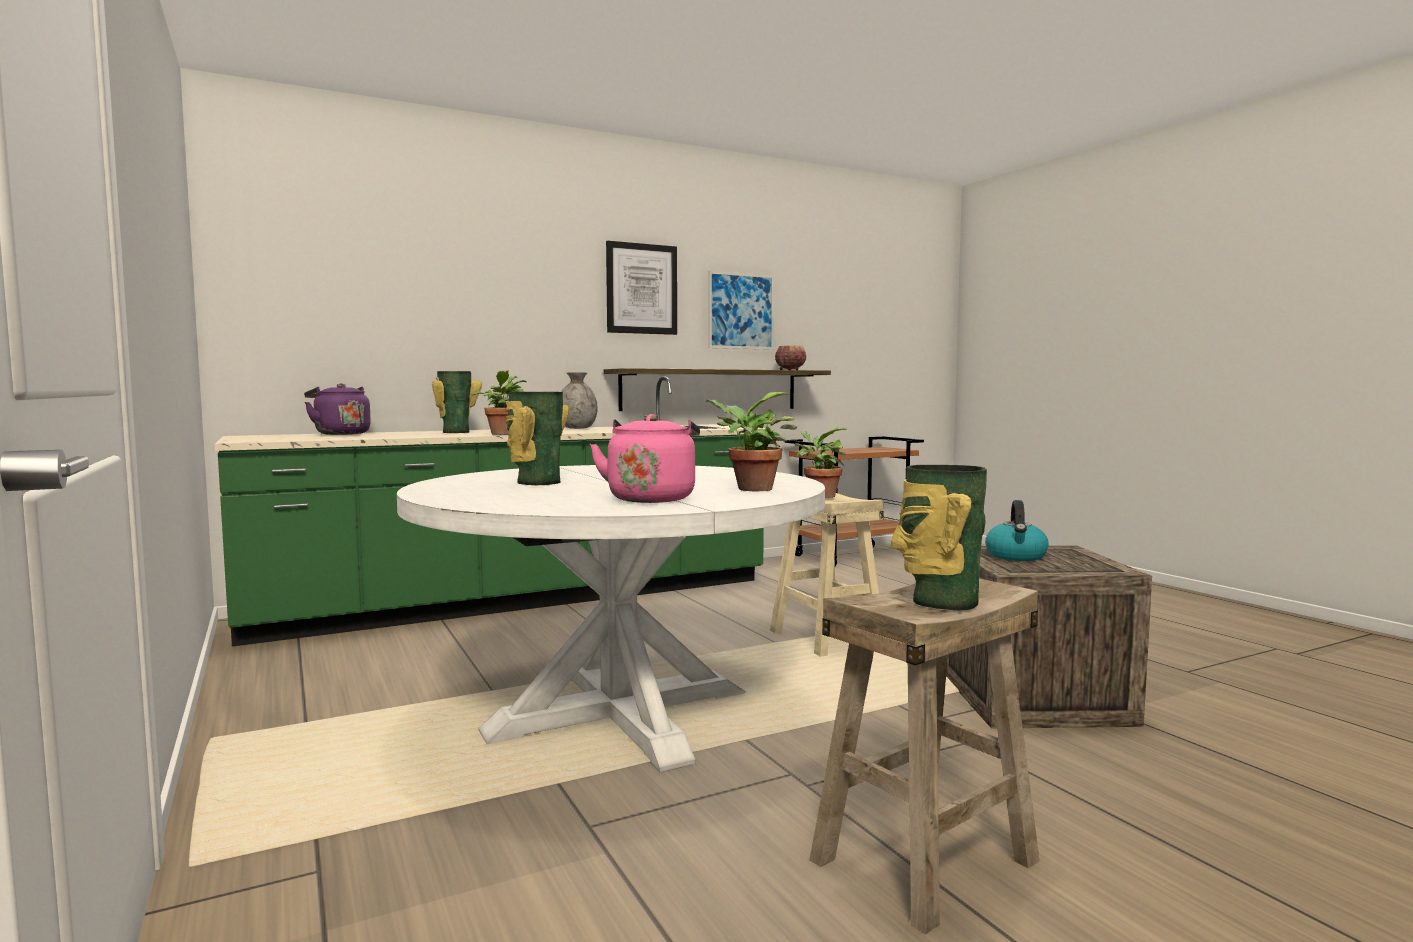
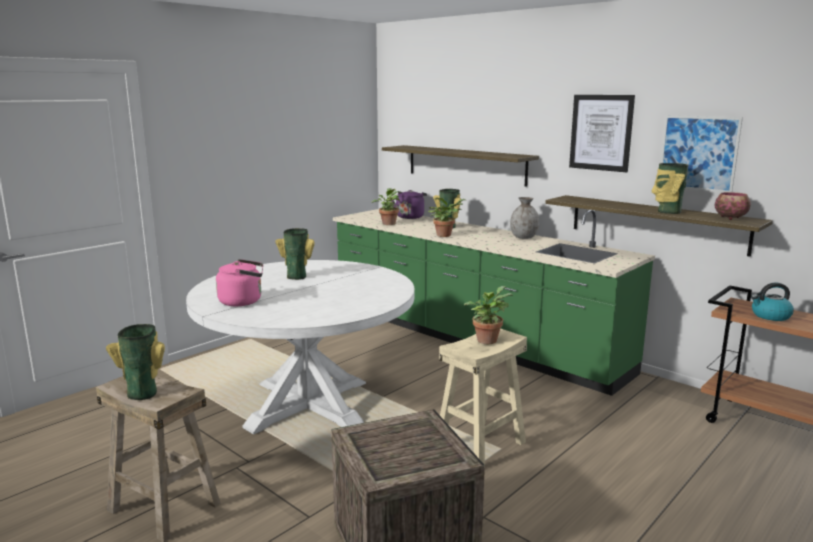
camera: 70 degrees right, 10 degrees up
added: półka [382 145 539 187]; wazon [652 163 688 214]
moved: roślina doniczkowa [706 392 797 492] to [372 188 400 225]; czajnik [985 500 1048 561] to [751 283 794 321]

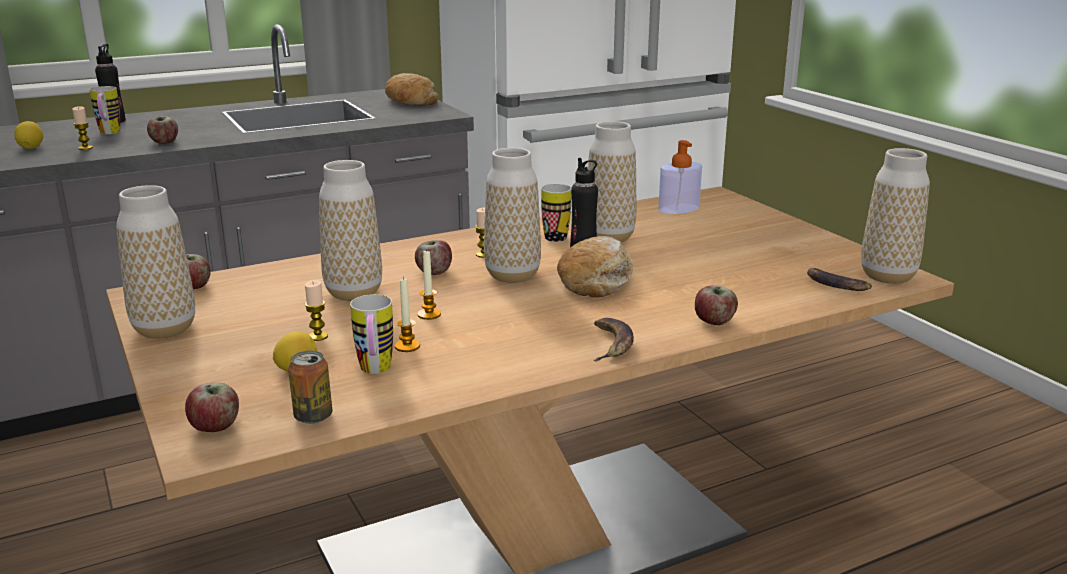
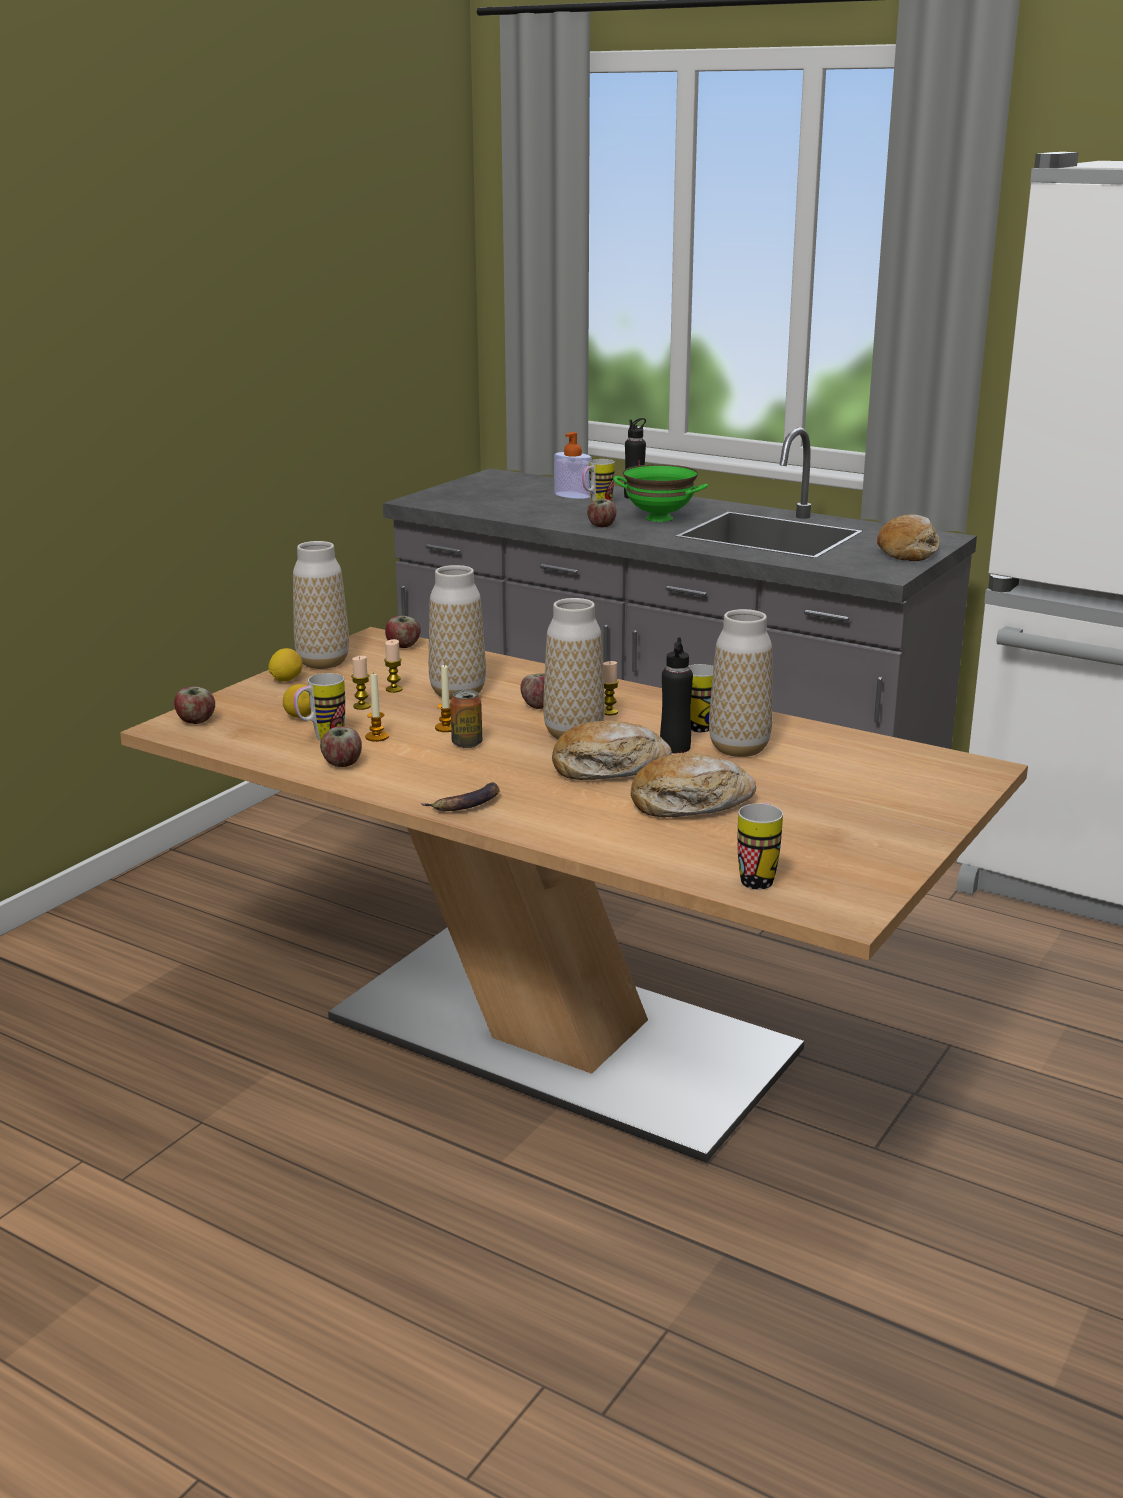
camera: 60 degrees right, 0 degrees up
removed: wazon [861 148 930 284]
added: miska [zielony] [613 464 708 522]; chleb [631 753 756 817]
moved: cytryna [14 121 43 149] to [268 648 303 682]; świeca [72 106 93 150] to [384 639 403 693]; puszka [288 351 332 424] to [450 689 482 748]; dozownik mydła [658 140 702 214] to [554 432 592 499]; jabłko [695 285 738 325] to [320 726 362 767]
replaced: banan [807 268 872 291] to kubek [737 803 783 889]

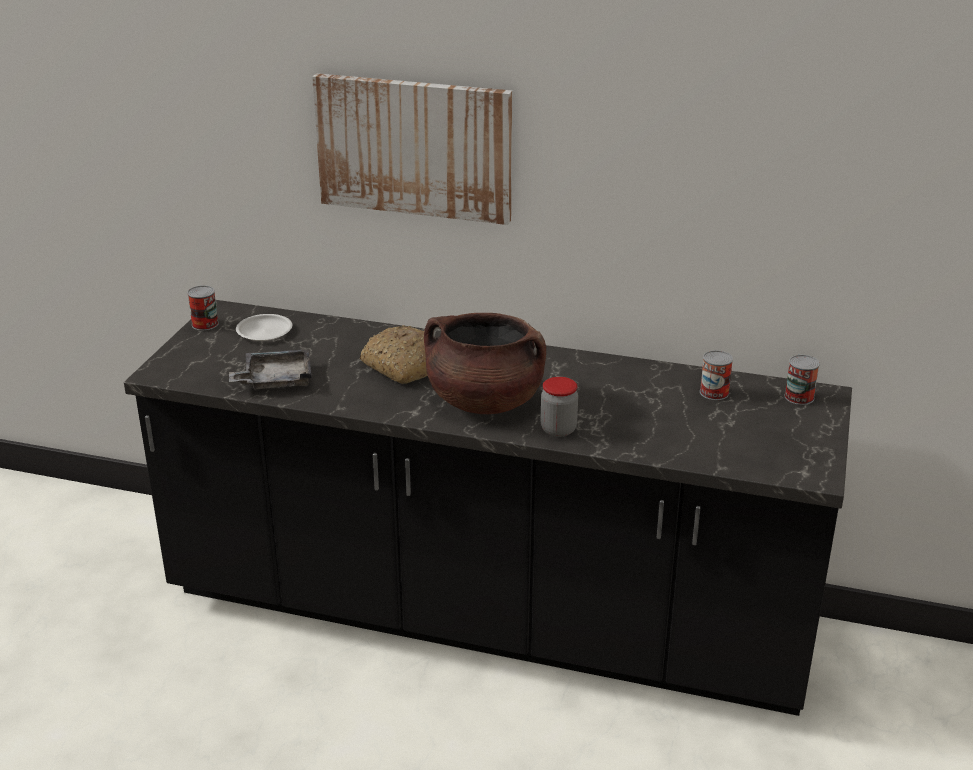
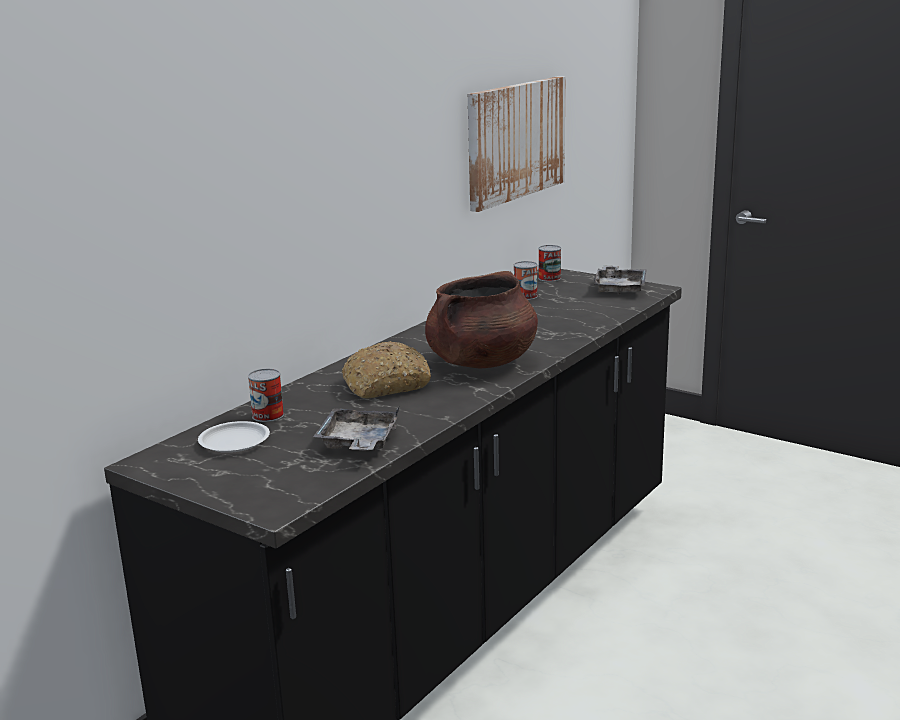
camera: 70 degrees left, 10 degrees down
removed: słoik [541 377 578 437]
added: taca [szary] [594 265 647 294]
moved: puszka [187 285 219 330] to [248 368 284 422]; obraz [312 73 512 225] to [468 76 565 212]

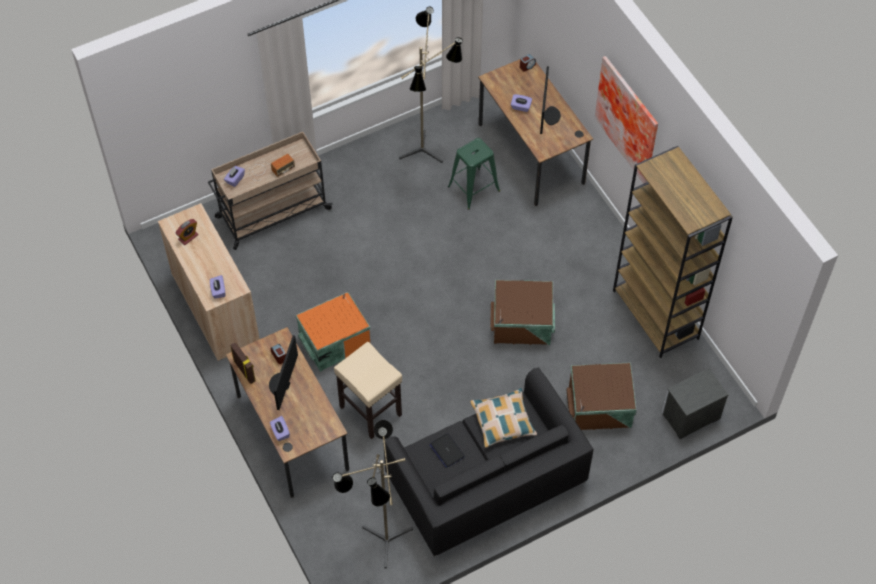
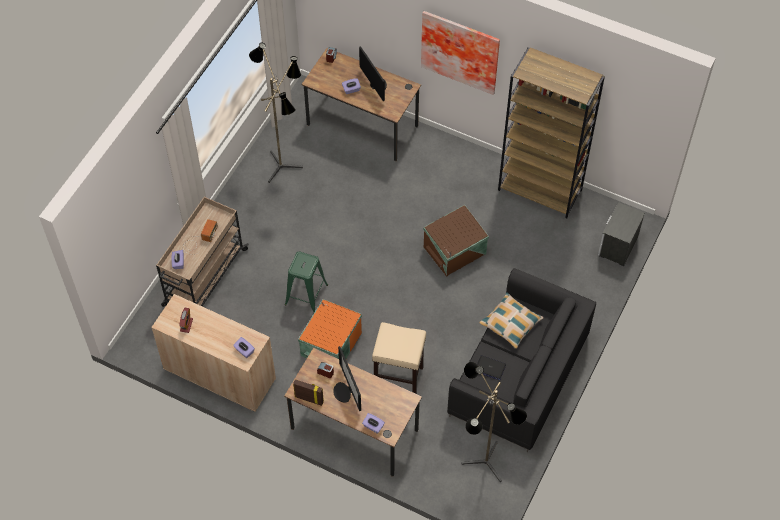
camera: 35 degrees left, 0 degrees up
removed: pojemnik do przechowywania [brązowy] [567 362 637 430]
moved: stołek [zielony] [448 138 500 210] to [285 251 328 313]

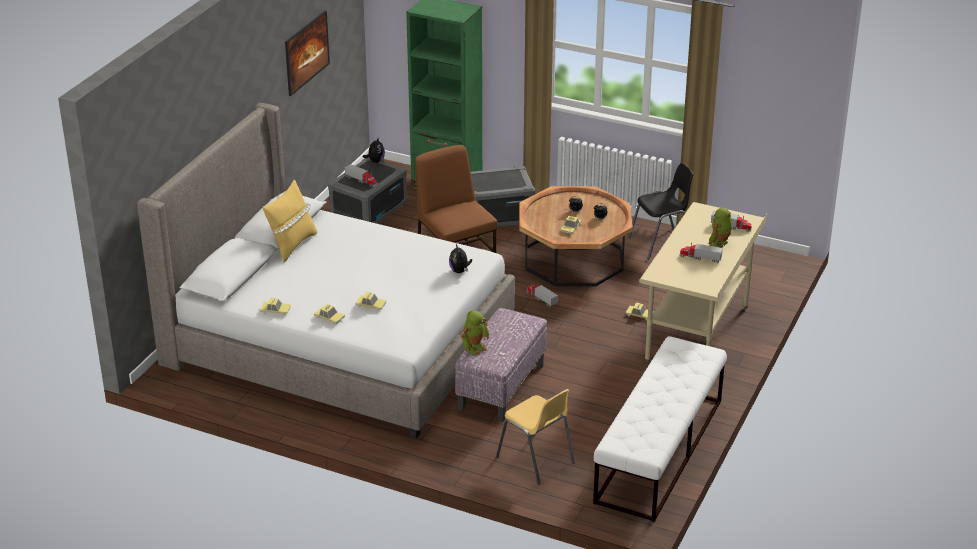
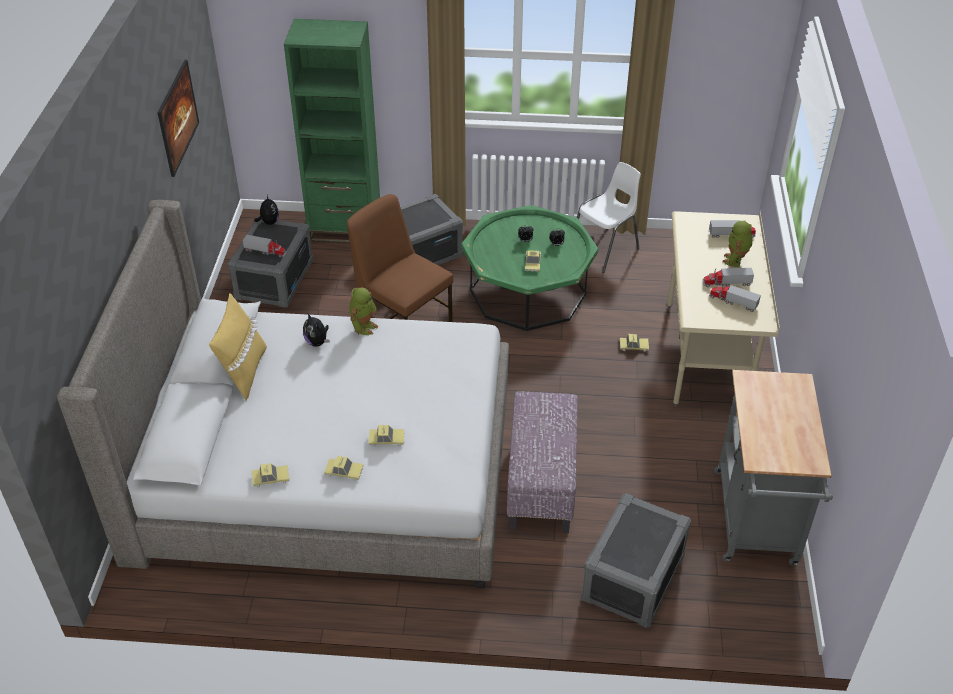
camera: 20 degrees left, 10 degrees up
moved: pluszak [449 244 472 273] to [303 313 330 347]; robot zabawkowy [461 311 489 355] to [349 288 378 335]; ciężarówka zabawkowa [526 283 558 307] to [709 283 761 312]
replaced: krzesło [żółty] [496 389 575 485] to pojemnik do przechowywania [szary] [581 493 691 628]; ławka [biały] [593 336 727 522] to wózek [szary] [714 370 833 566]
recoloured: ława [brązowy] [519 186 633 286] to ława [zielony] [461 205 598 331]; krzesło [czarny] [629 163 694 259] to krzesło [biały] [577 162 641 273]

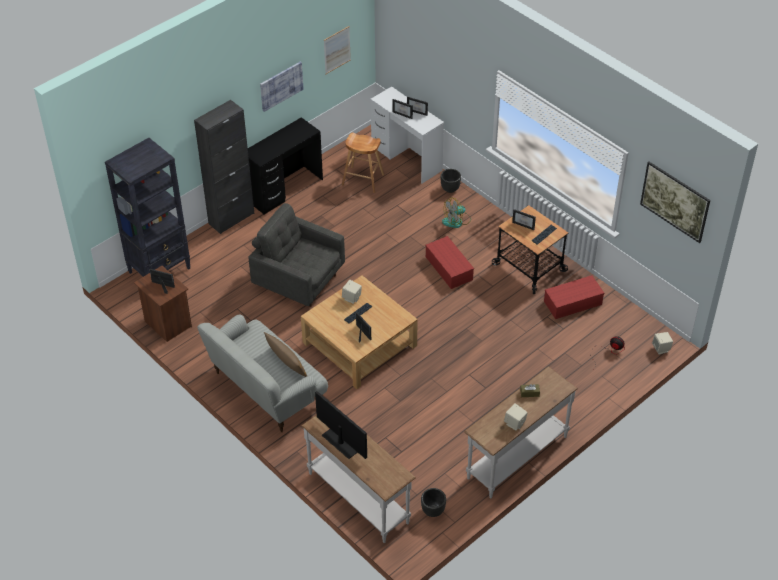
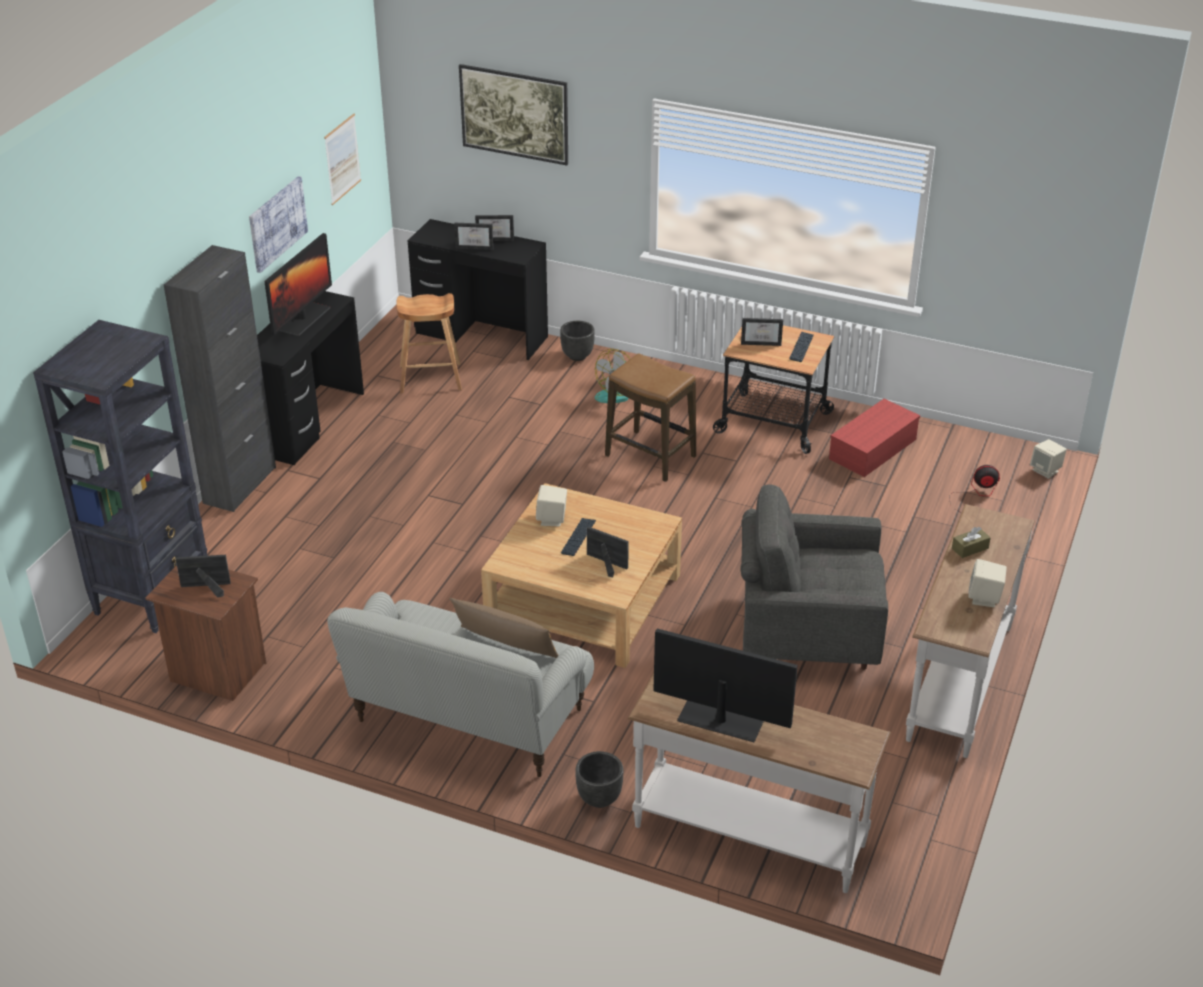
camera: 25 degrees left, 10 degrees down
added: monitor [264 233 332 336]
moved: fotel [szary] [248 203 345 307] to [740 484 888 670]; donica [czarny] [421 488 446 517] to [575 751 623 808]; obraz [640 162 710 243] to [459 64 568 165]
replaced: pojemnik do przechowywania [czerwony] [425 236 474 289] to stołek [605 353 696 482]
recoloured: biurko [biały] [371 87 444 184] to biurko [czarny] [408 219 548 360]

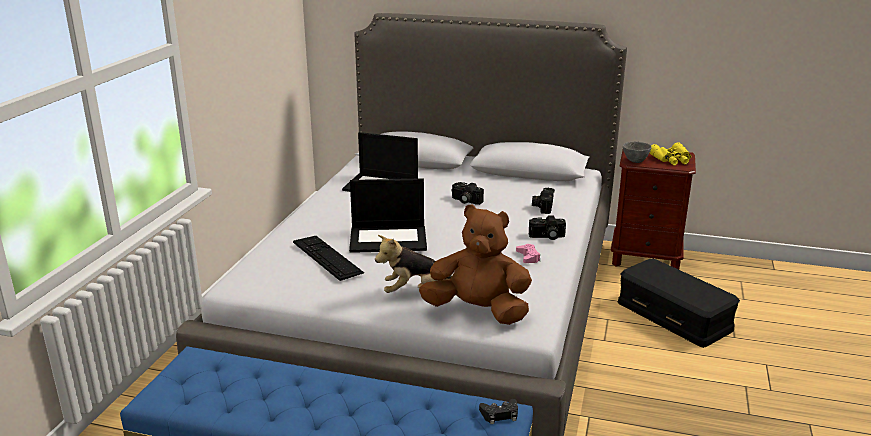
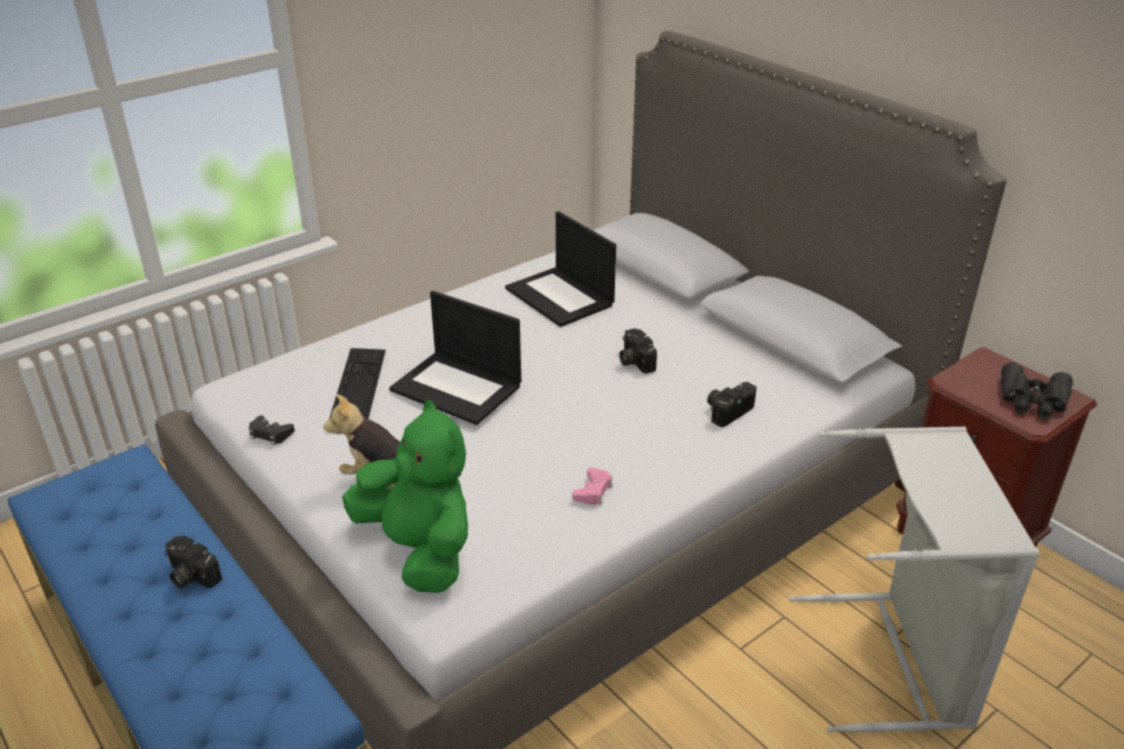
camera: 35 degrees right, 10 degrees up
removed: miska [szary] [623 141 652 163]
moved: pad do gier [czarny] [479 399 518 424] to [249 415 295 446]; aparat fotograficzny [529 215 566 240] to [164 536 222 589]
replaced: pojemnik do przechowywania [czarny] [617 258 740 348] to kosz na pranie [szary] [789 427 1040 733]
recoloured: pluszak [brązowy] [419 204 532 325] to pluszak [zielony] [342 400 468 593]; lornetka [żółty] [650 142 691 165] to lornetka [czarny] [1001 362 1073 419]

